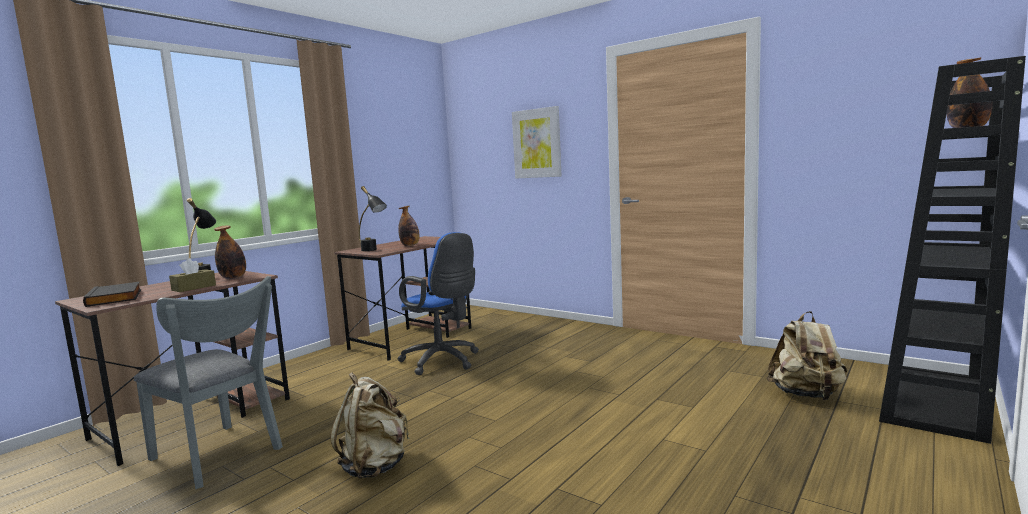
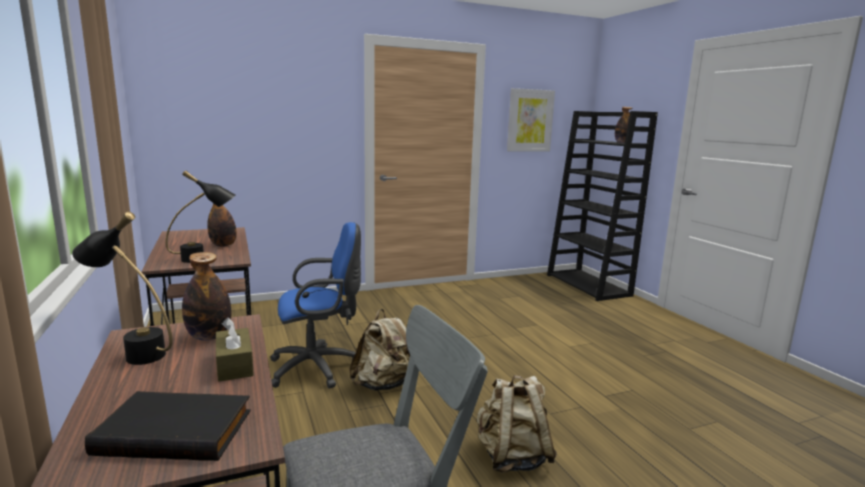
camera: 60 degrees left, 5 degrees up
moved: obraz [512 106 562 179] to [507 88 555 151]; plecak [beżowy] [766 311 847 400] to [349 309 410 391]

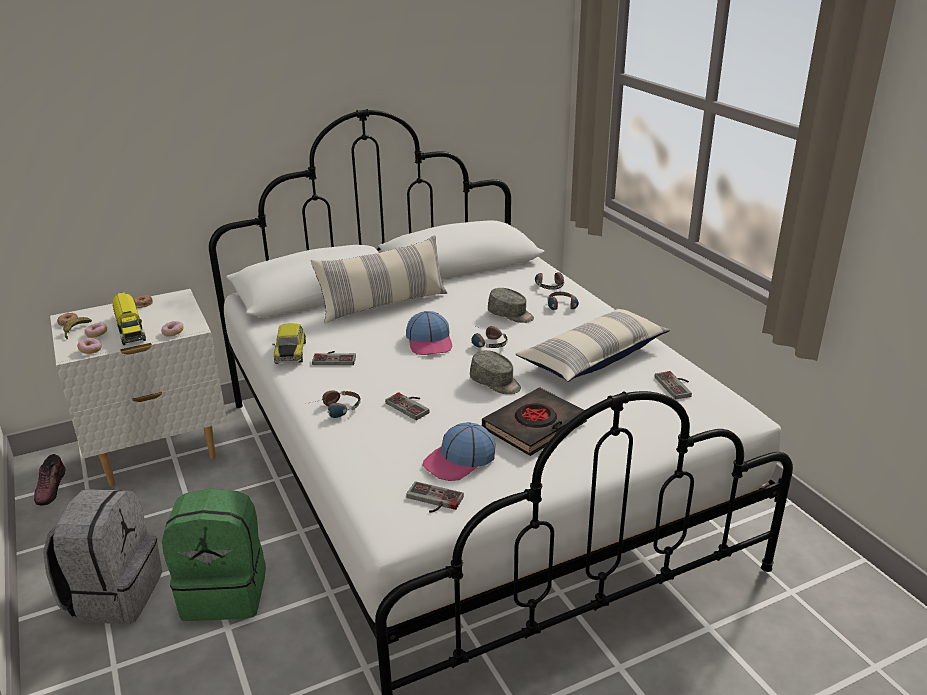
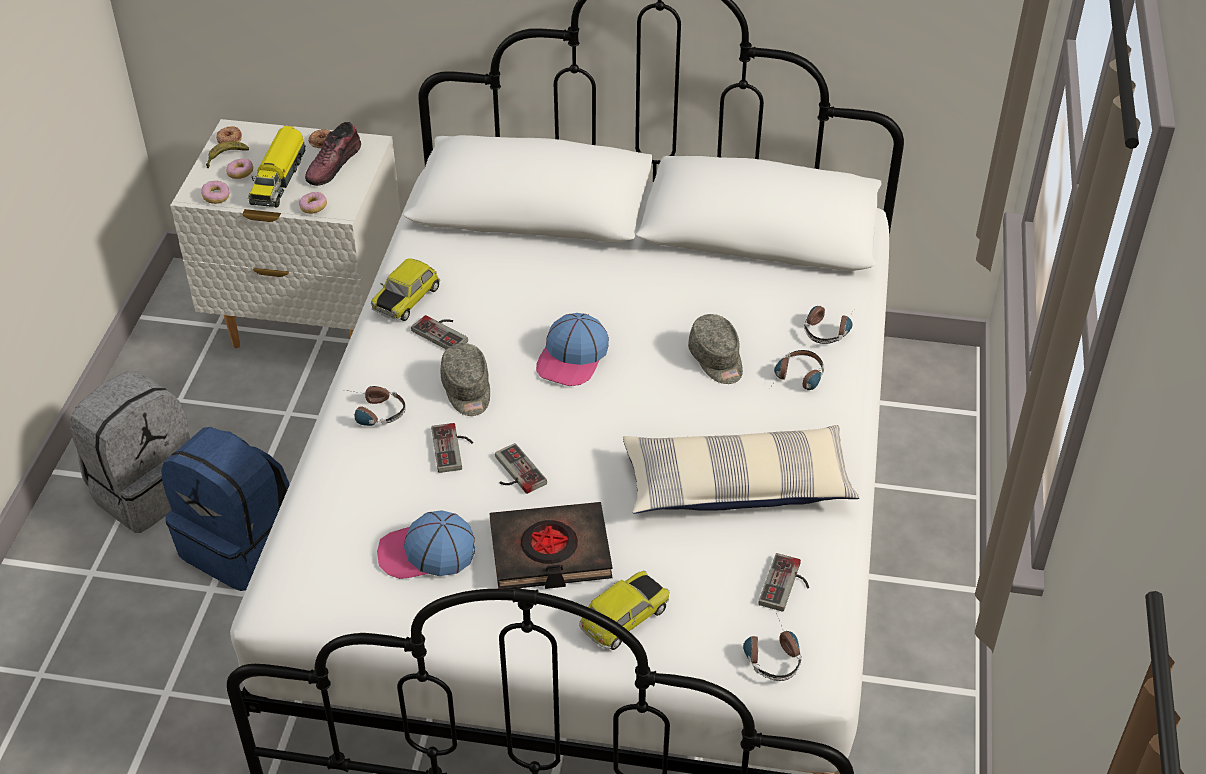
camera: 35 degrees right, 15 degrees up
removed: poduszka [311 235 447 324]
added: samochodzik [579 571 670 650]
moved: but [34 454 66 505] to [305 122 361 186]; pad do gier [406 481 464 513] to [495 443 547 494]; czapka z daszkiem [szary] [470 350 521 394] to [440 343 490 416]; słuchawki [471 326 508 348] to [743 613 802 681]
recoloured: plecak [zielony] [162 489 266 621] to plecak [niebieski] [161 427 290 591]

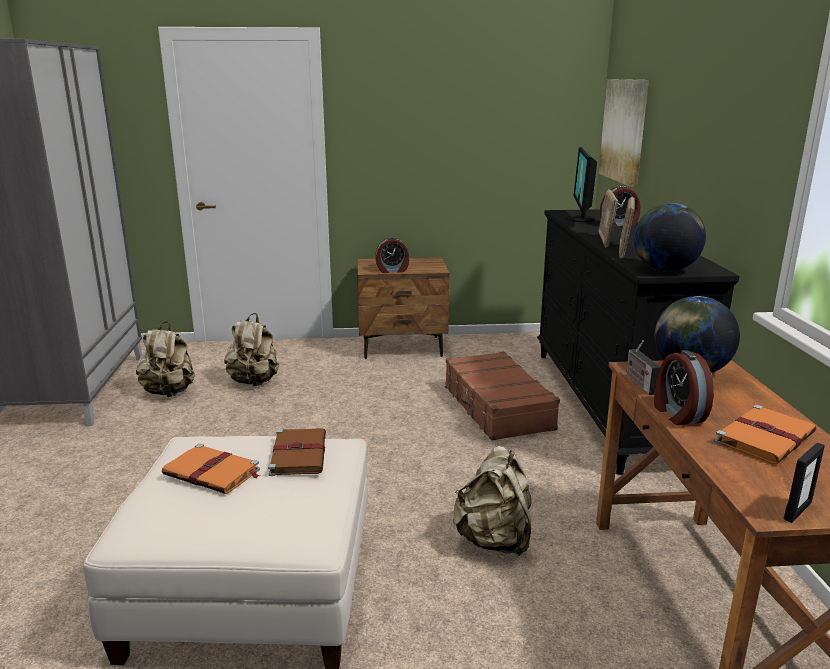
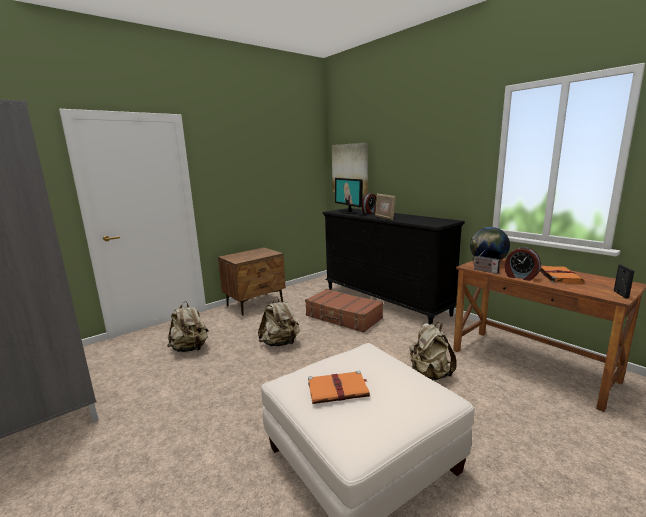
camera: 35 degrees left, 5 degrees down
removed: książka [brązowy] [268 428 326 476]; budzik [375 237 409 273]; ramka na zdjęcie [619 196 635 258]; globus [634 203 706 272]
moved: plecak [beżowy] [136 321 195 397] to [258 297 300 346]

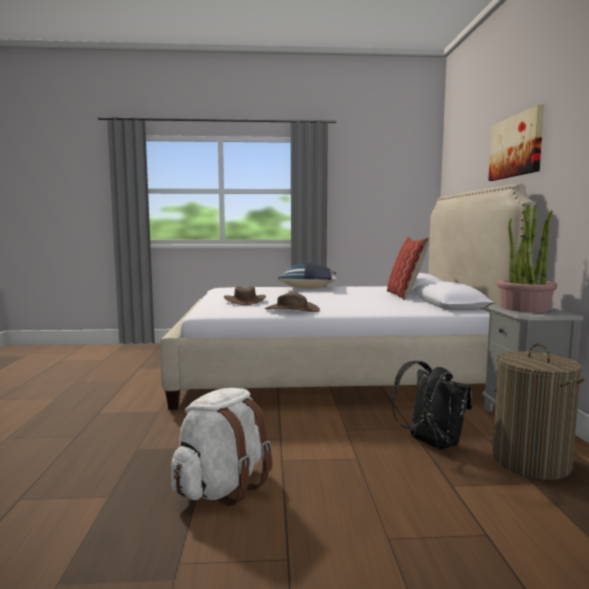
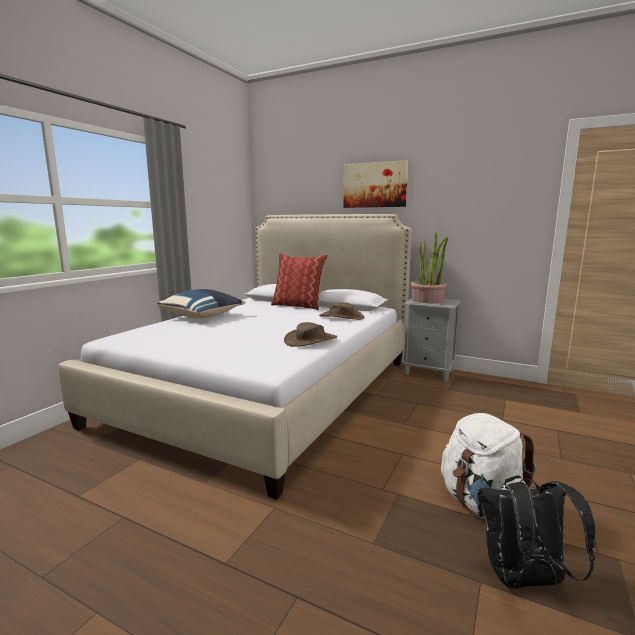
camera: 60 degrees left, 5 degrees up
removed: kosz na pranie [492 344 584 480]
moved: kapelusz [brązowy] [224 286 266 305] to [319 303 364 320]; plecak [czarny] [391 361 472 449] to [477 478 595 589]

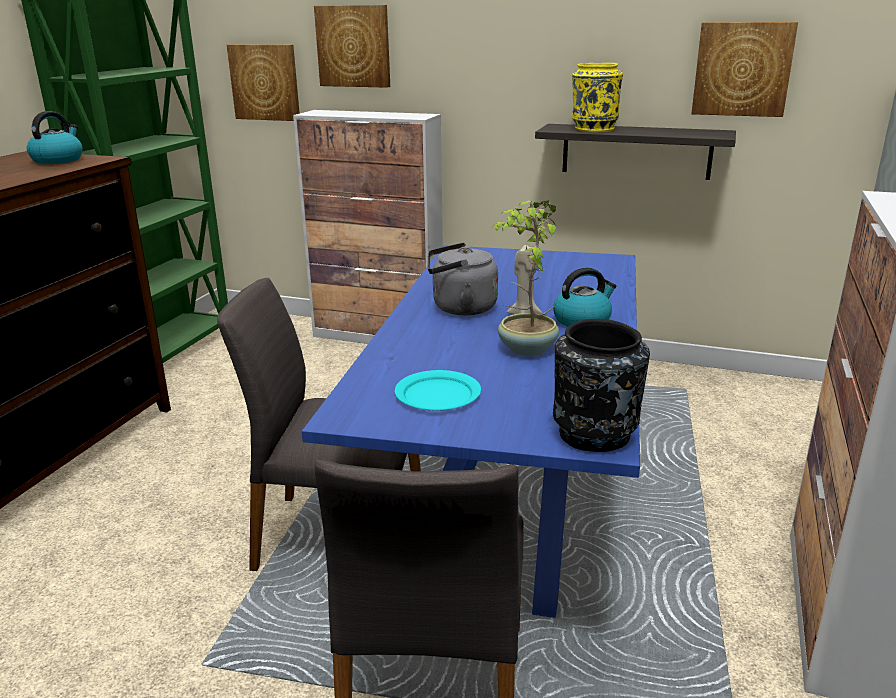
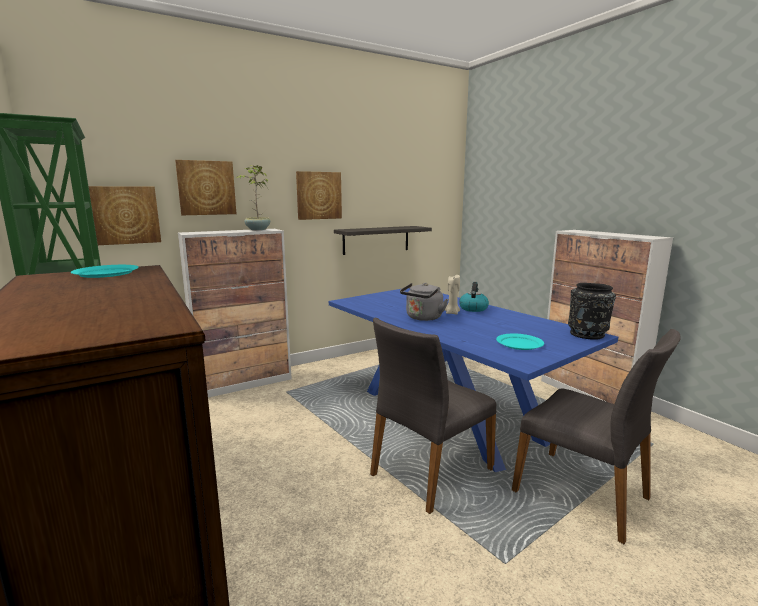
camera: 50 degrees left, 10 degrees down
removed: wazon [żółty] [572 63 623 132]
moved: roślina doniczkowa [491 200 559 356] to [236 165 270 230]; obraz [692 22 798 117] to [296 171 342 220]
replaced: czajnik [27 111 83 164] to talerz [turkusowy] [71 265 139 278]

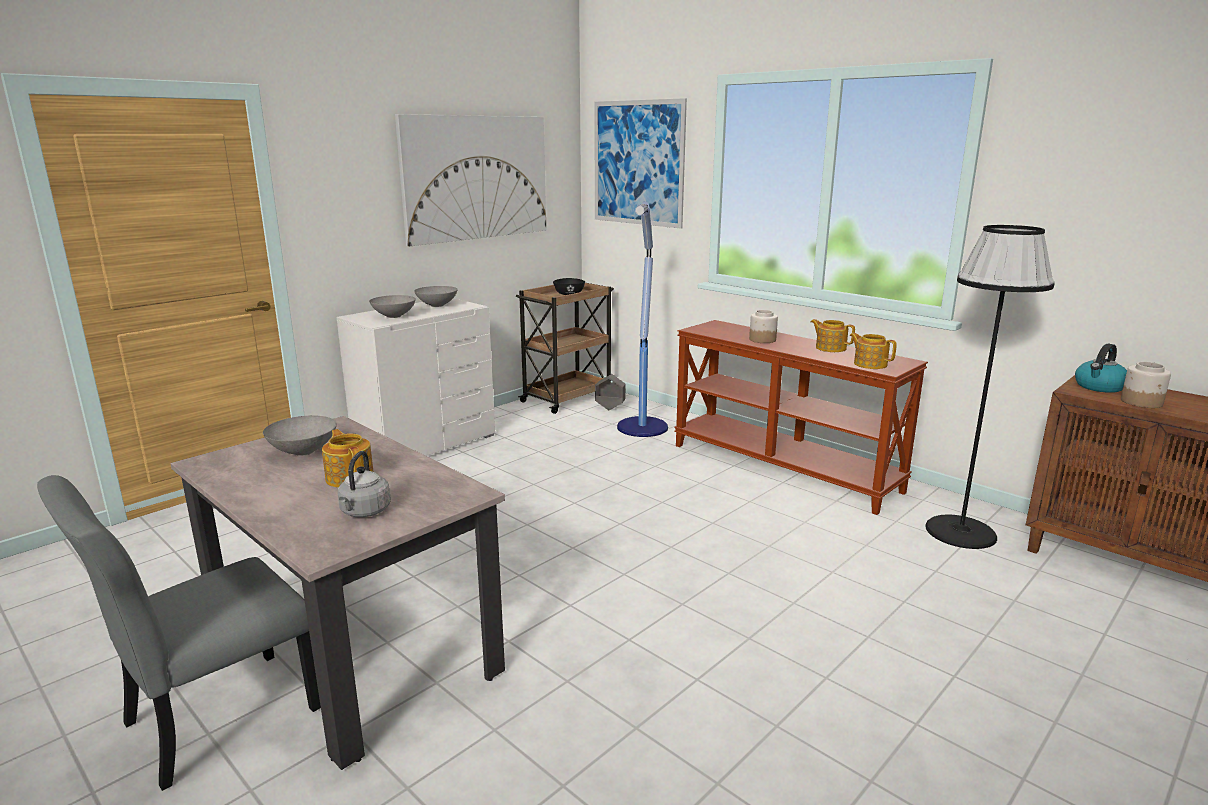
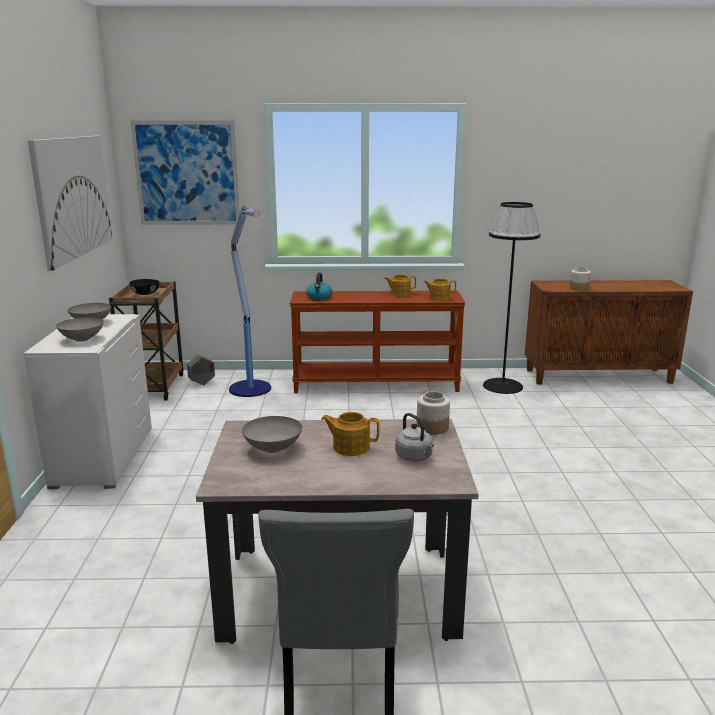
camera: 45 degrees left, 0 degrees up
moved: słoik [749 310 778 343] to [416 391 450 435]; czajnik [1075 344 1127 393] to [306 273 332 300]

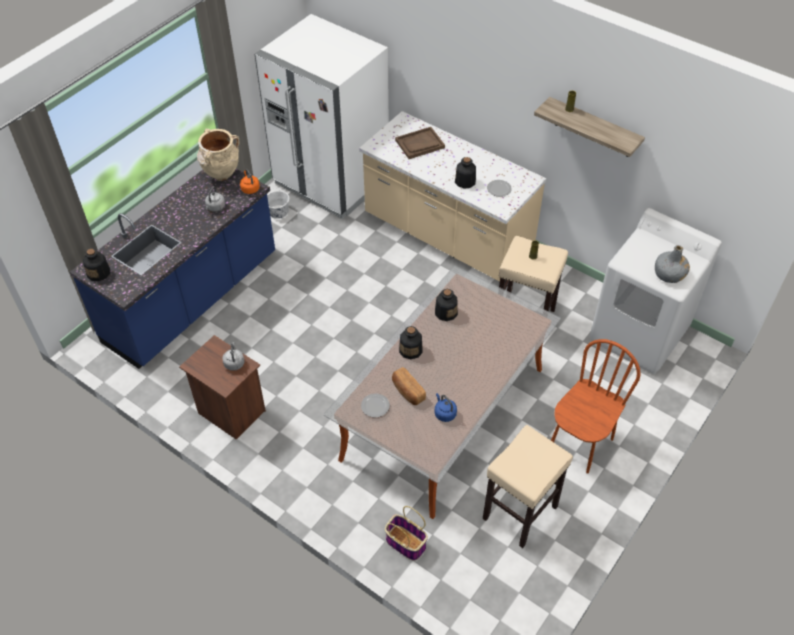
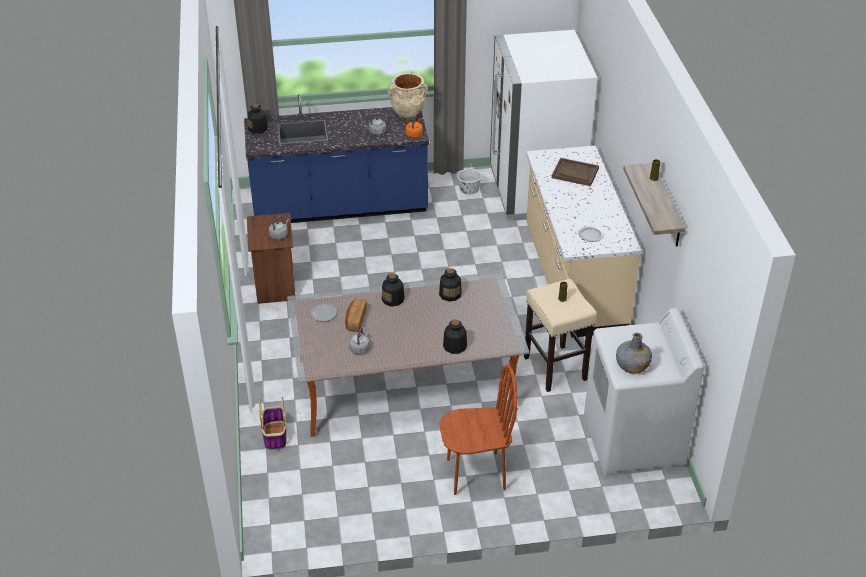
camera: 45 degrees right, 10 degrees down
removed: stołek [beżowy] [483 425 573 548]
moved: butelka [455 157 476 189] to [443 320 467 354]
recoloured: czajnik [niebieski] [435 393 457 422] to czajnik [szary] [349 328 370 354]

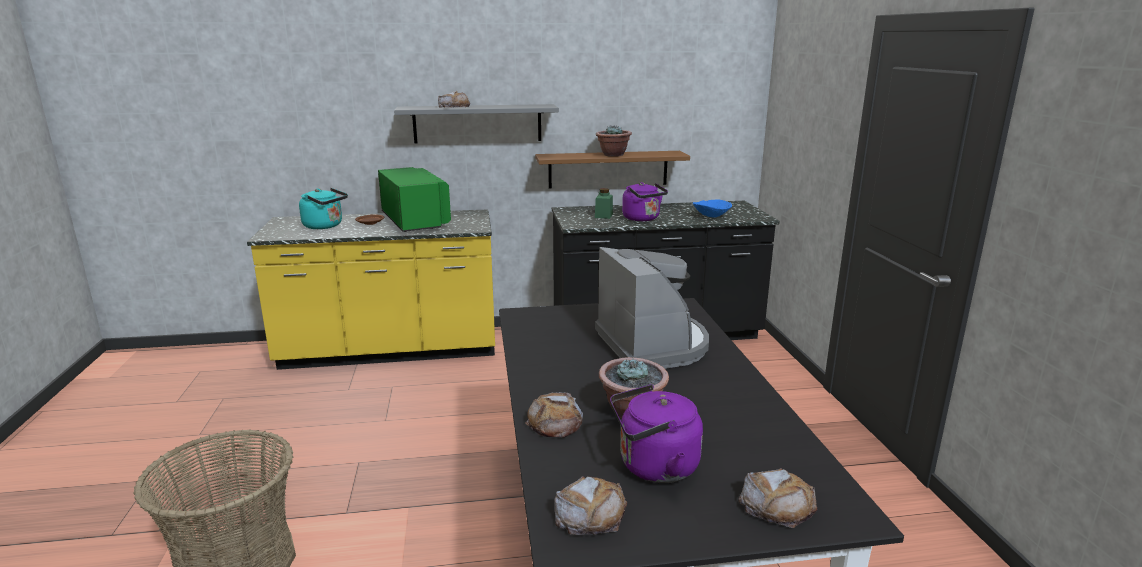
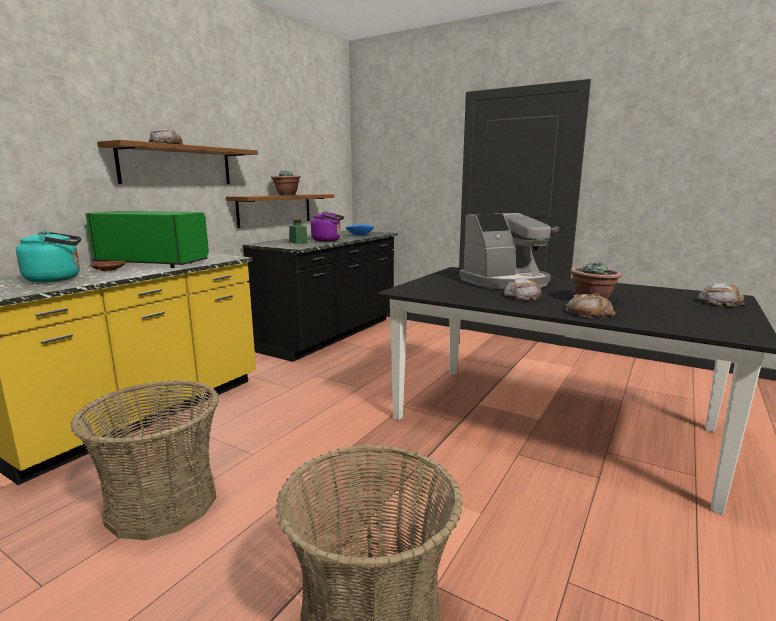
camera: 50 degrees left, 5 degrees down
removed: czajnik [fioletowy] [610 384 703 483]
added: koszyk [71 380 219 540]
moved: chleb [555 476 627 535] to [504 277 542 301]
recoloured: półka [szary] [394 104 559 144] to półka [brązowy] [97 140 258 184]
turned: ekspres do kawy [595 247 709 369] = [459 213 552 289] 135 degrees clockwise

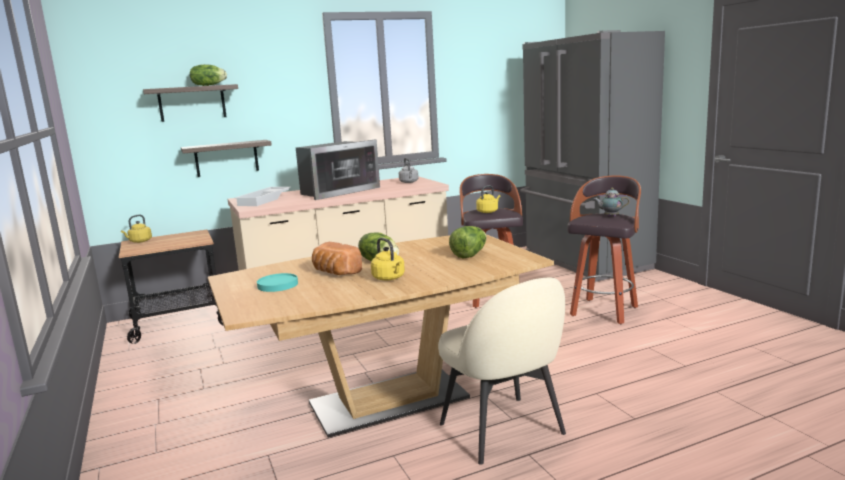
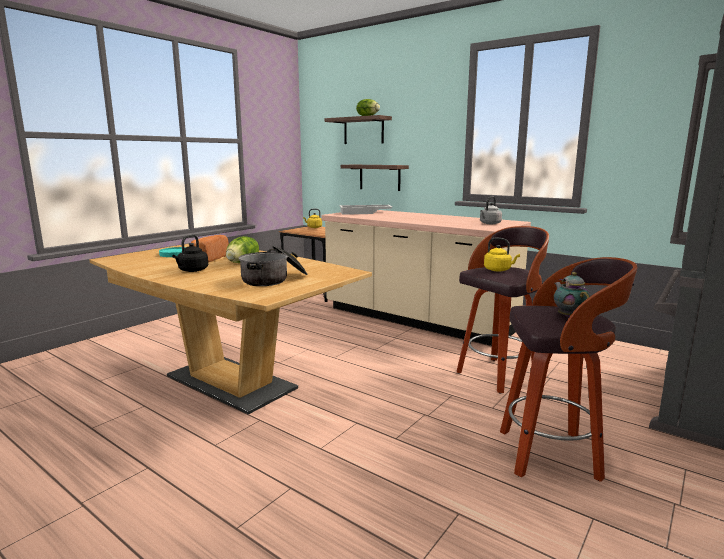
camera: 60 degrees right, 0 degrees up
removed: mikrofalówka [296 140 380 200]; krzesło [beżowy] [438 277 566 465]
replaced: sałata [449 226 487 259] to garnek [239 246 308 286]
recoloured: czajnik [żółty] [371 238 405 281] to czajnik [czarny] [172 234 208 272]

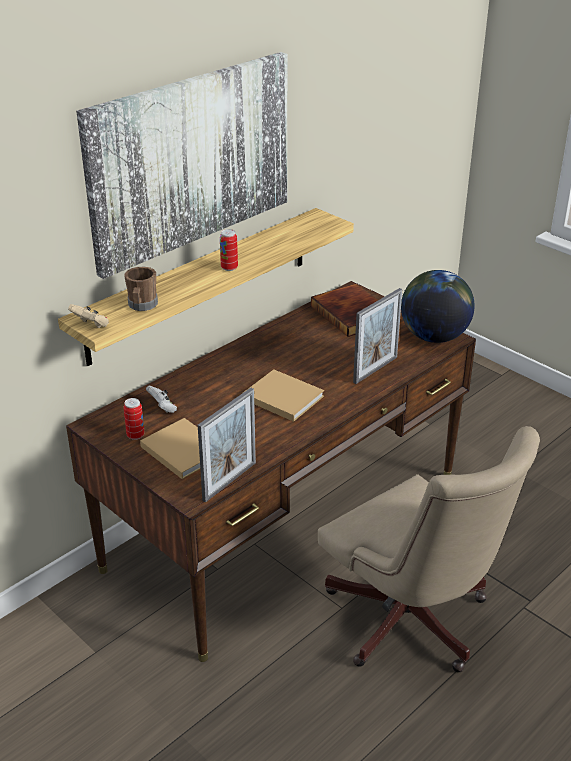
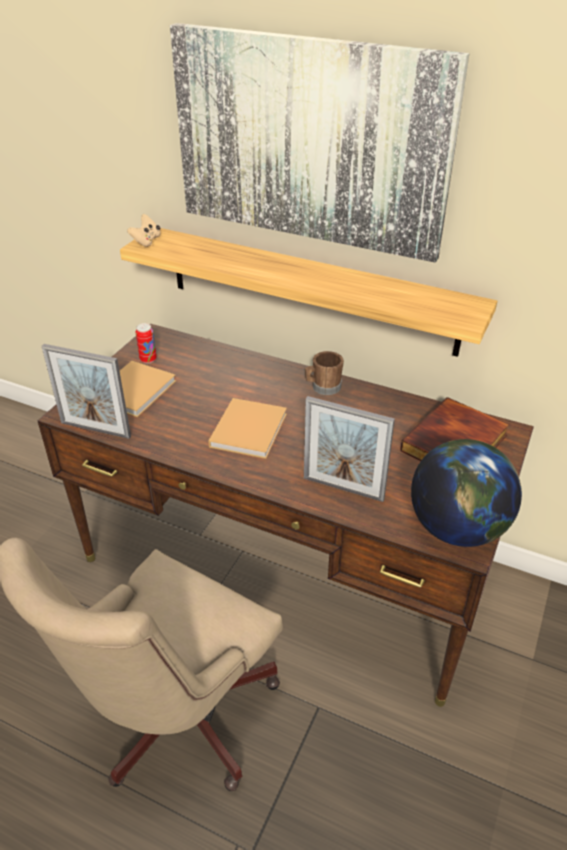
camera: 70 degrees right, 5 degrees up
removed: pad do gier [biały] [146 386 177 413]; puszka [220 229 238 271]
moved: kubek [brązowy] [124 267 158 311] to [305 351 344 395]

